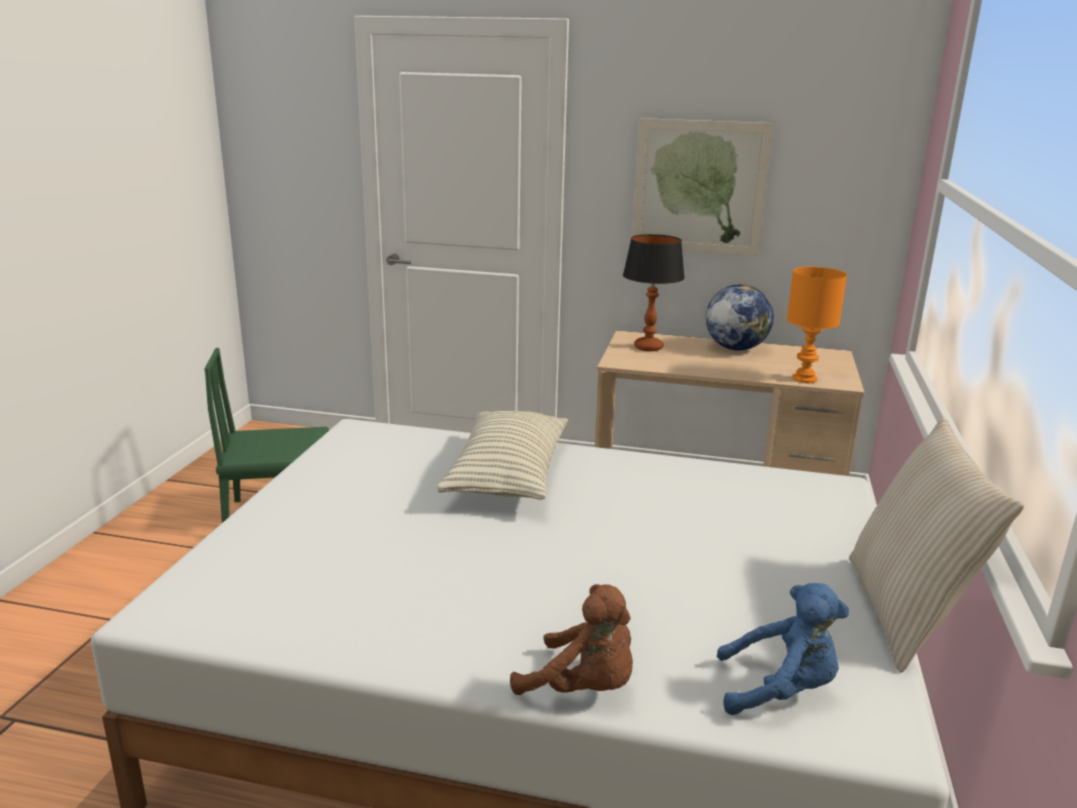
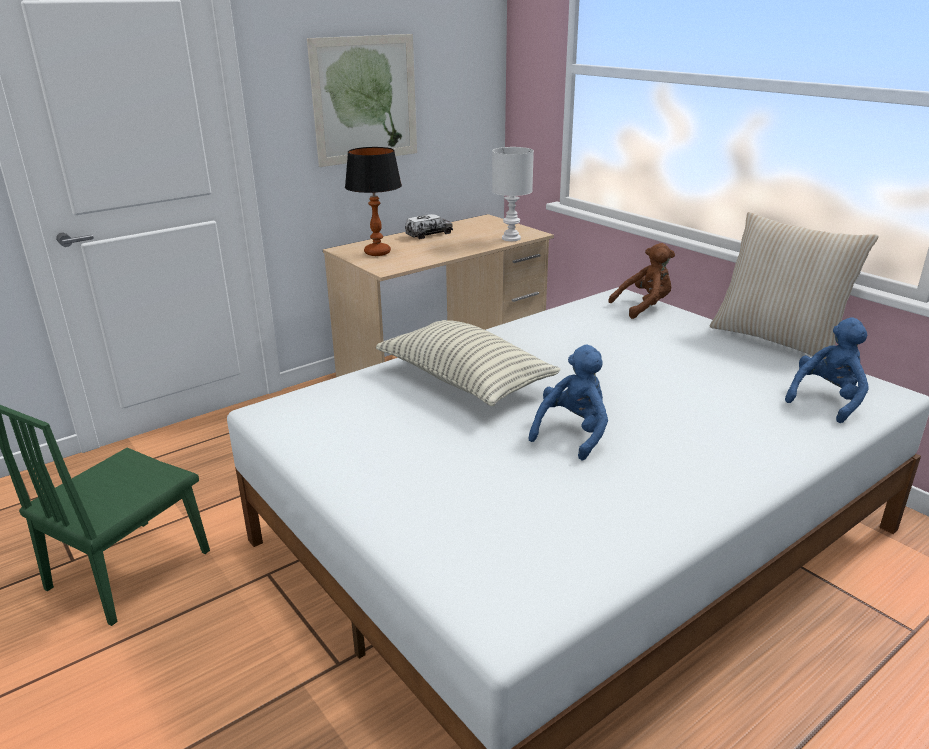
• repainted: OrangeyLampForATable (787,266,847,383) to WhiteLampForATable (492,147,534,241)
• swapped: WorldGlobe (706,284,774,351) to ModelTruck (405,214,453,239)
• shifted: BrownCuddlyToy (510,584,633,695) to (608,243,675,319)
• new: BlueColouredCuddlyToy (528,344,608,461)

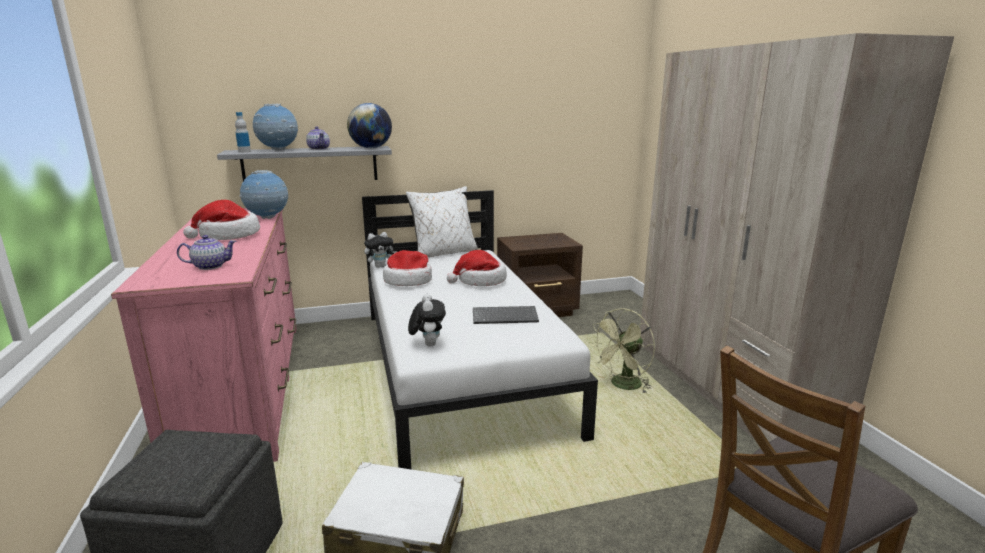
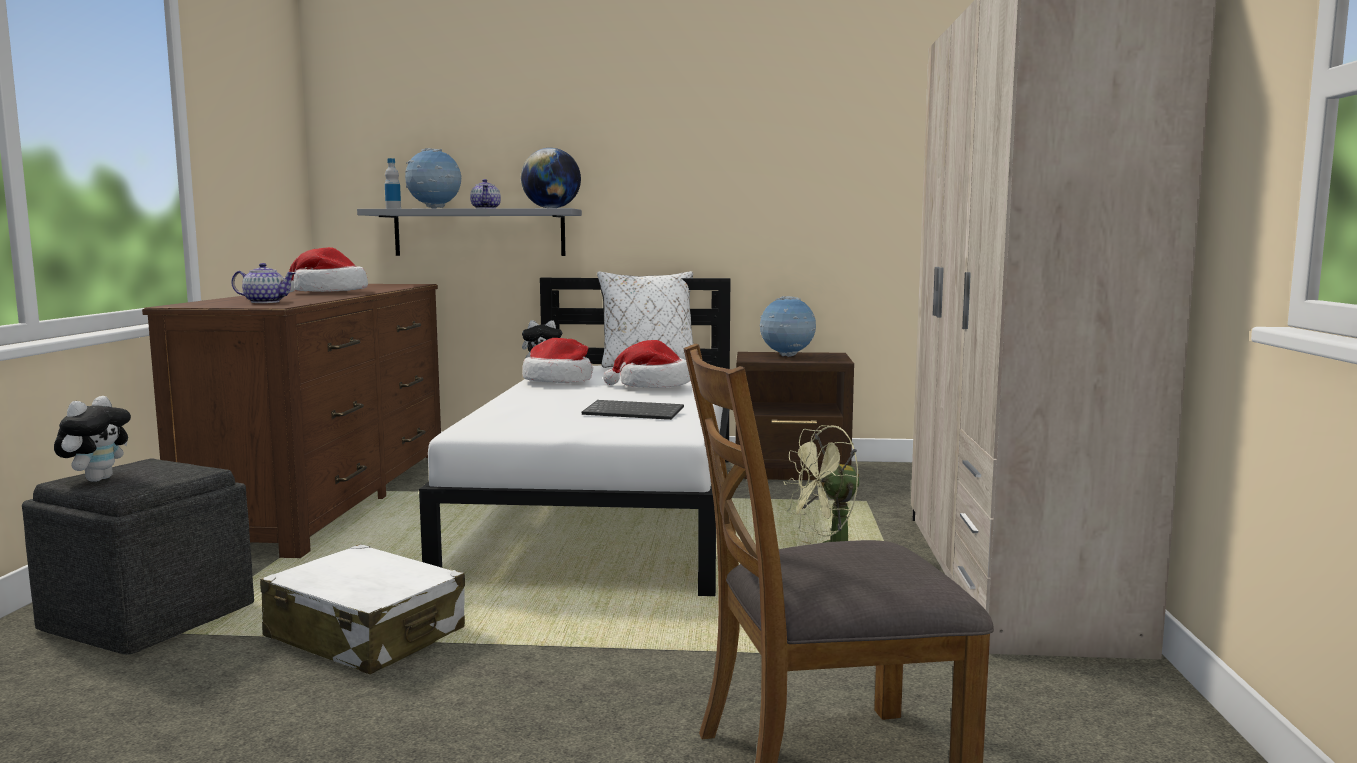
• shifted: WorldGlobe (240,170,288,219) to (760,296,816,357)
• repainted: PinkColouredChestOfDrawers (111,208,296,462) to BrownChestOfDrawers (142,284,441,558)
• shifted: CuddlyToy (408,294,446,346) to (54,396,131,482)

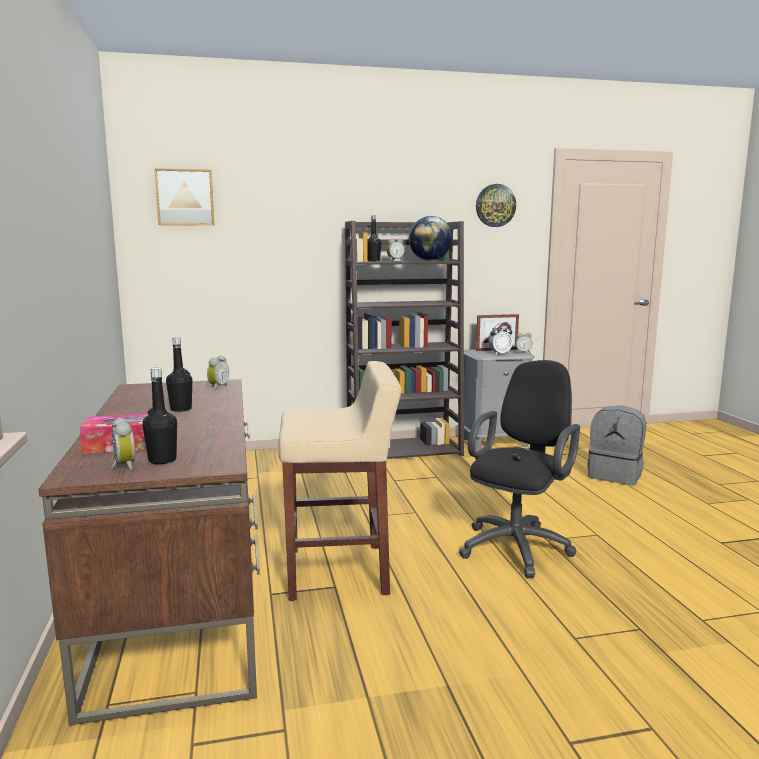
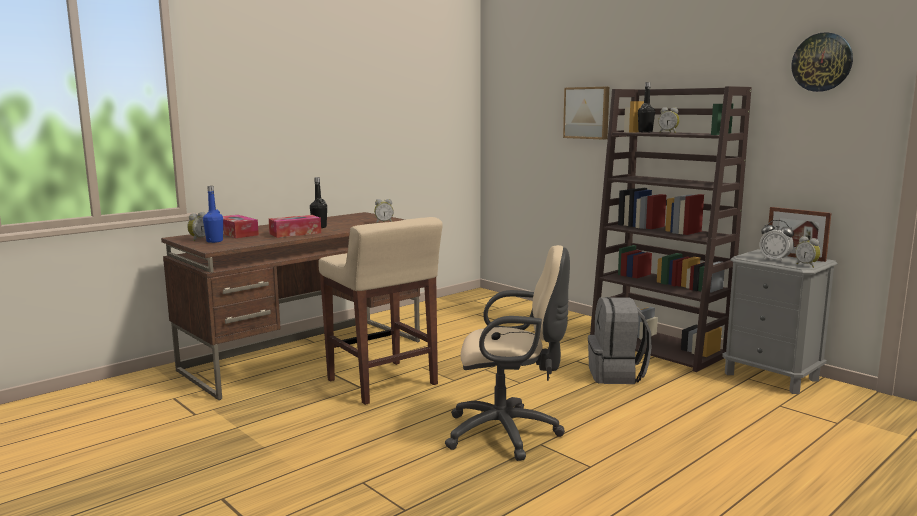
• shifted: Picture (154,168,214,225) to (563,87,609,140)
• gone: WorldGlobe (409,216,453,261)
• repainted: BlackComputerChair (459,360,580,578) to BeigeColouredComputerChair (445,245,570,461)
• repainted: BlackBeverageBottle (143,367,177,464) to BlueColouredBeverageBottle (203,186,223,243)
• shifted: GreyBackpack (587,406,646,485) to (588,297,652,384)
• new: BoxOfTissues (269,215,321,238)

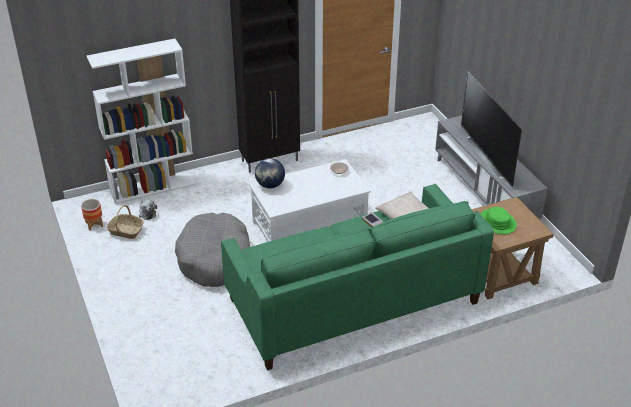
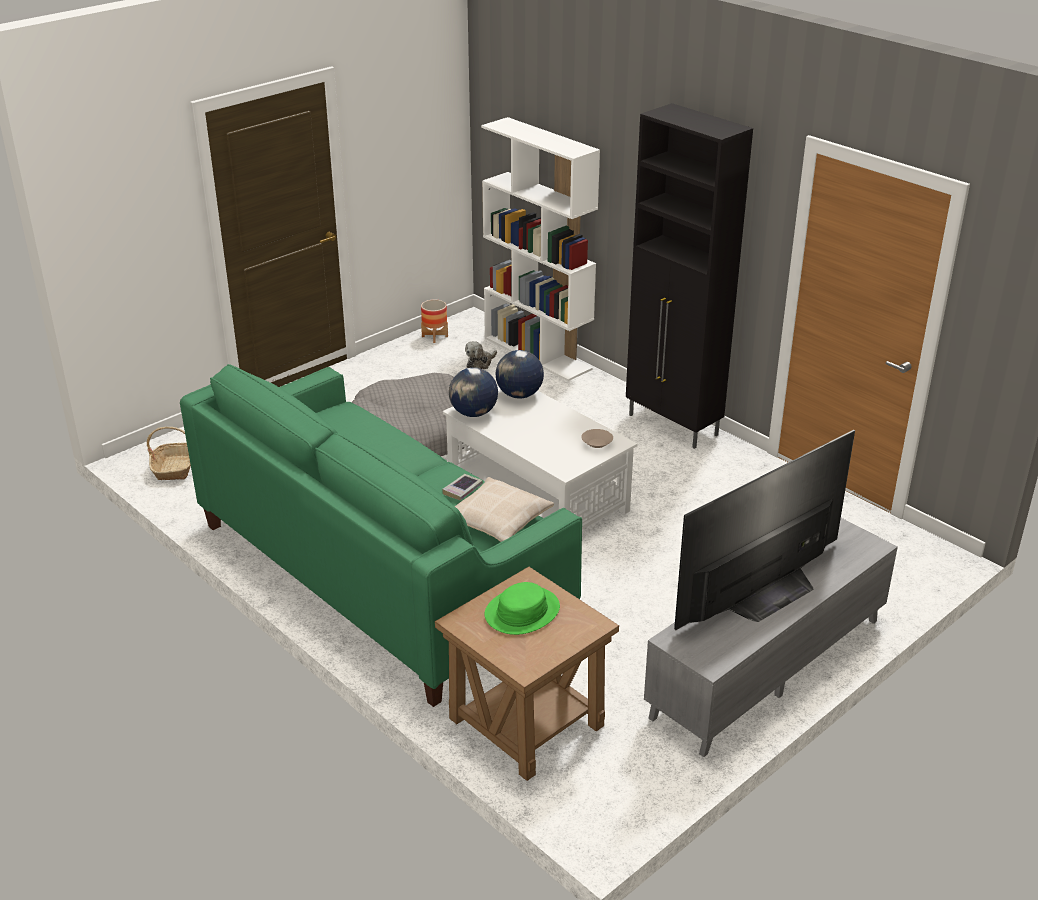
• shifted: HouseholdBasket (107,205,143,239) to (147,427,191,480)
• new: WorldGlobe (449,368,498,417)

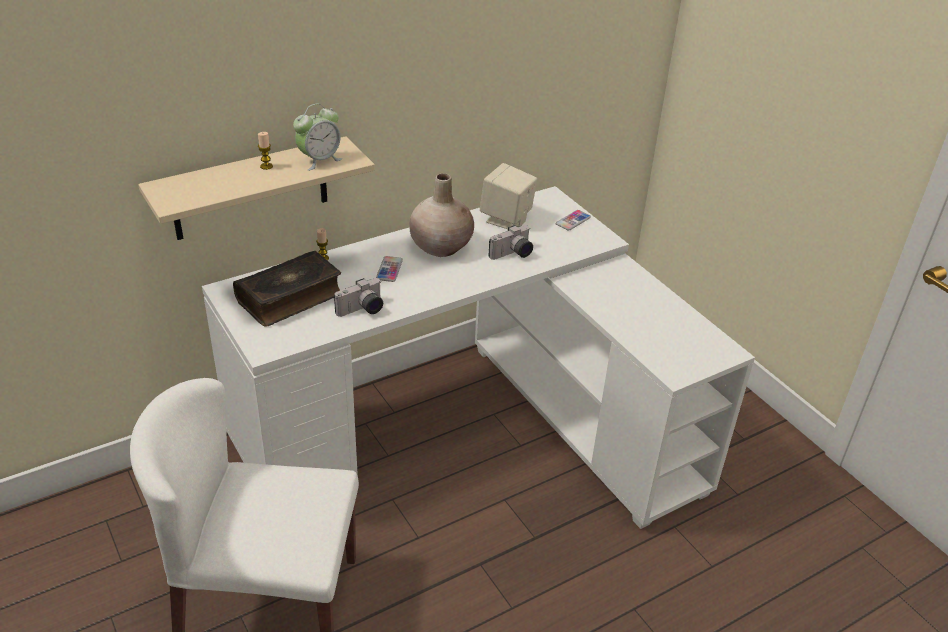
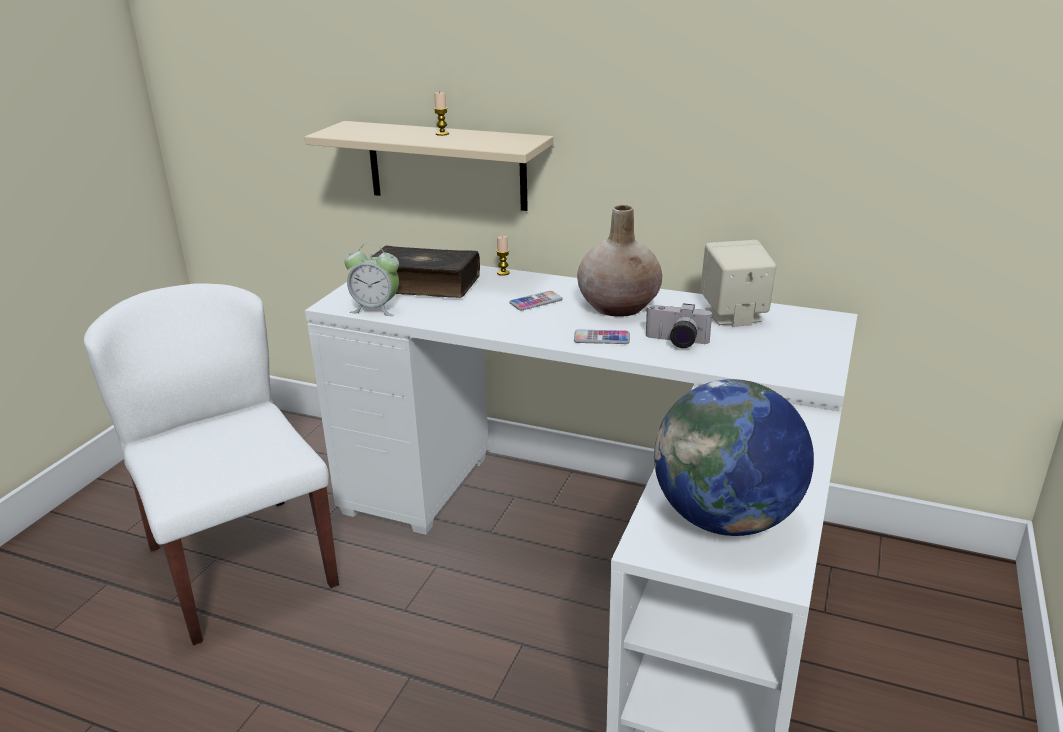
• shifted: BedsideClock (293,103,342,171) to (345,243,399,316)
• shifted: Phone (556,210,591,231) to (574,329,630,344)
• gone: PhotoCamera (334,278,383,317)
• new: WorldGlobe (654,379,814,536)

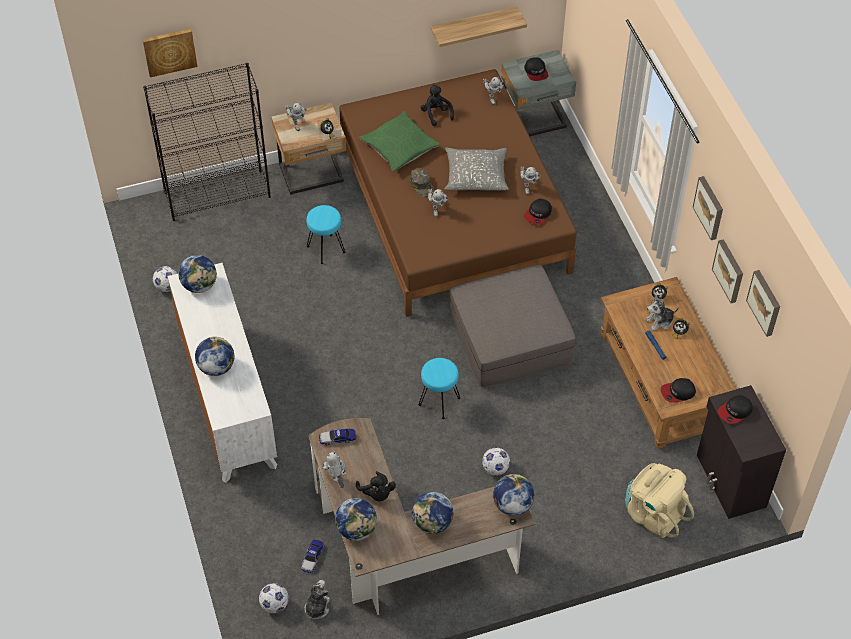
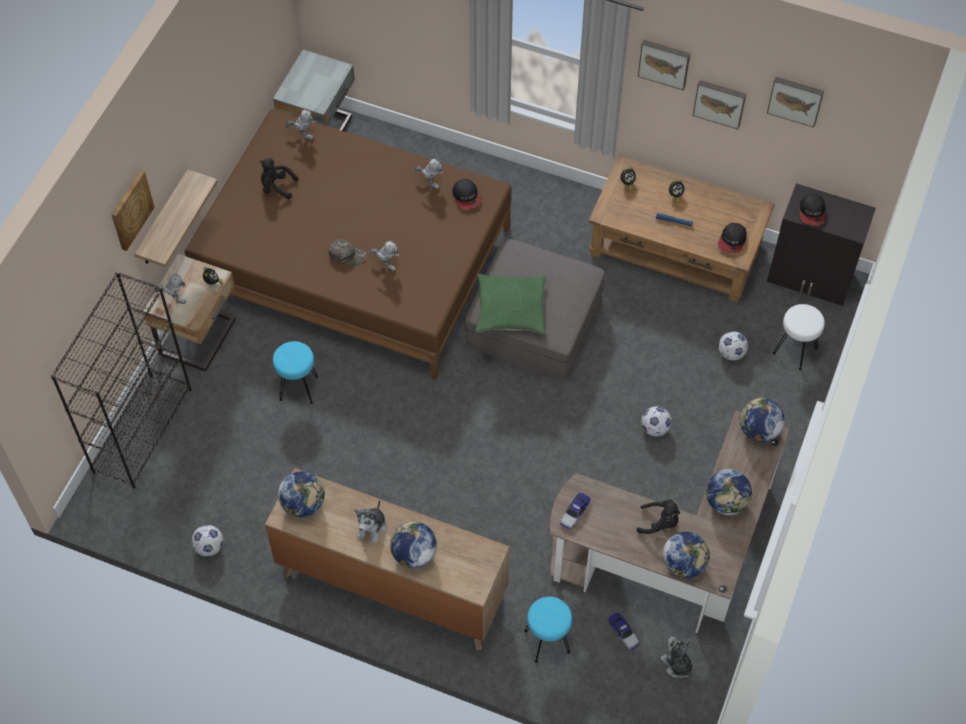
• shifted: WallShelf (431,7,527,47) to (134,169,218,267)
• shifted: Picture (142,29,198,77) to (111,170,155,251)
• gone: PeakedCap (524,57,548,81)
• shifted: GreenColouredThrowPillow (359,111,440,172) to (475,274,546,334)
• gone: GreyThrowPillow (445,147,509,191)
• repainted: WhiteChestOfDrawers (168,263,277,483) to BrownChestOfDrawers (265,468,509,650)
• shifted: CuddlyToy (645,295,679,331) to (354,499,387,544)
• shifted: BlueGreenSittingStool (419,358,460,419) to (524,597,572,662)
• gone: ModelRobot (322,451,346,488)
• swapped: BeigeColouredBackpack (625,463,694,538) to WhiteSittingStool (773,304,825,370)
• shifted: FootballBall (259,583,289,613) to (718,331,748,361)

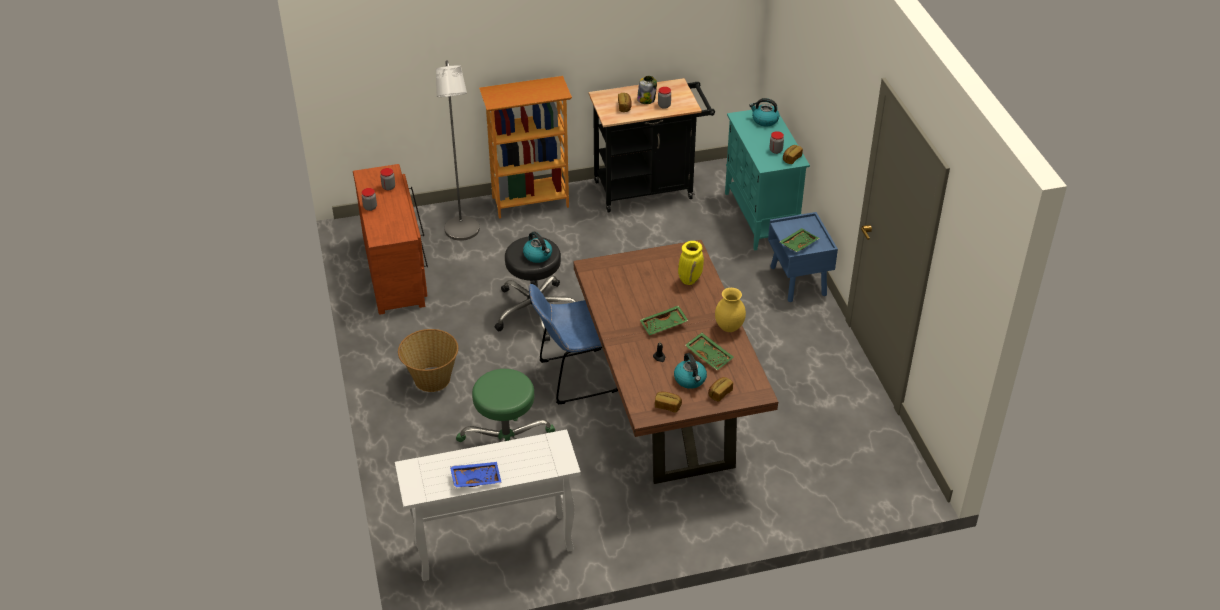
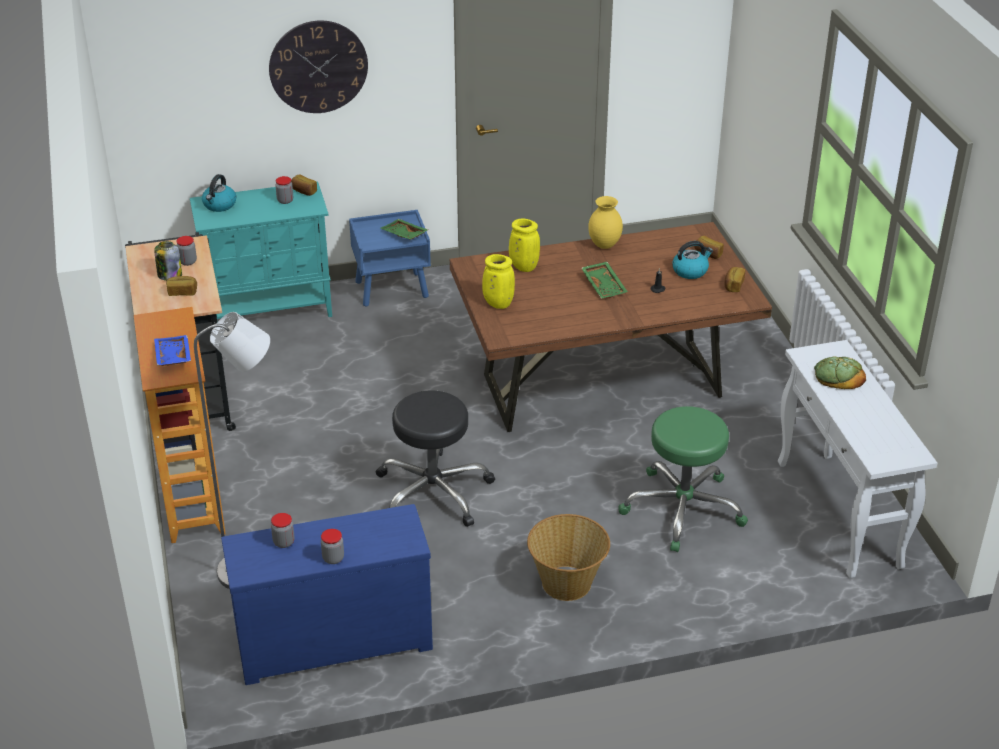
• repainted: BrownChestOfDrawers (353,164,428,315) to BlueColouredChestOfDrawers (221,504,433,685)
• gone: WaterKettle (523,232,552,263)
• gone: BlueColouredChair (529,284,618,405)
• gone: GreenColouredServingTray (685,333,734,370)
• shifted: BlueColouredServingTray (450,462,502,487) to (154,335,191,366)
• new: ClockOnTheWall (269,21,368,113)
• new: YellowColouredFlowerVase (482,254,515,309)
• new: BakeryBread (814,356,866,389)

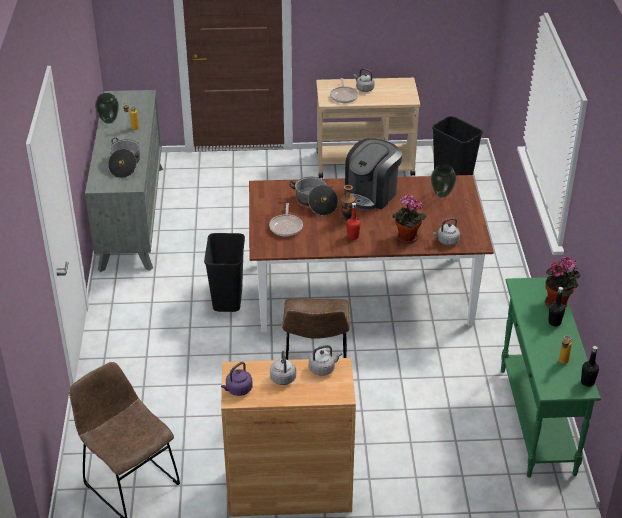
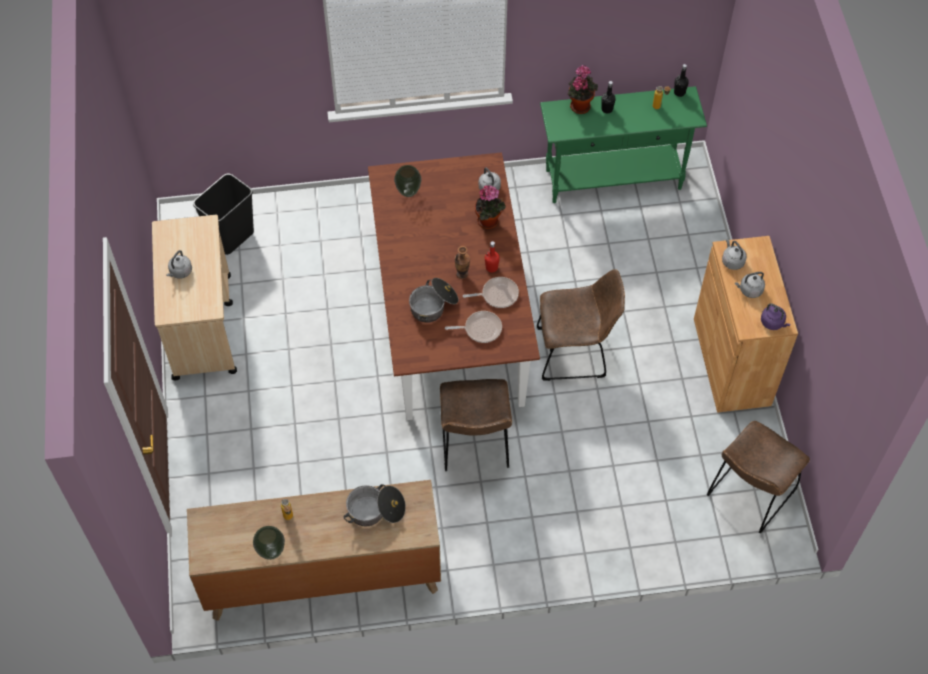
• shifted: FryingPan (330,78,359,103) to (463,277,519,308)
• repainted: GreyChestOfDrawers (85,90,163,272) to BrownChestOfDrawers (187,480,441,621)
• gone: CoffeeBrewer (345,138,402,210)
• swapped: BlackWasteBin (204,233,245,312) to BrownChair (440,379,512,471)

